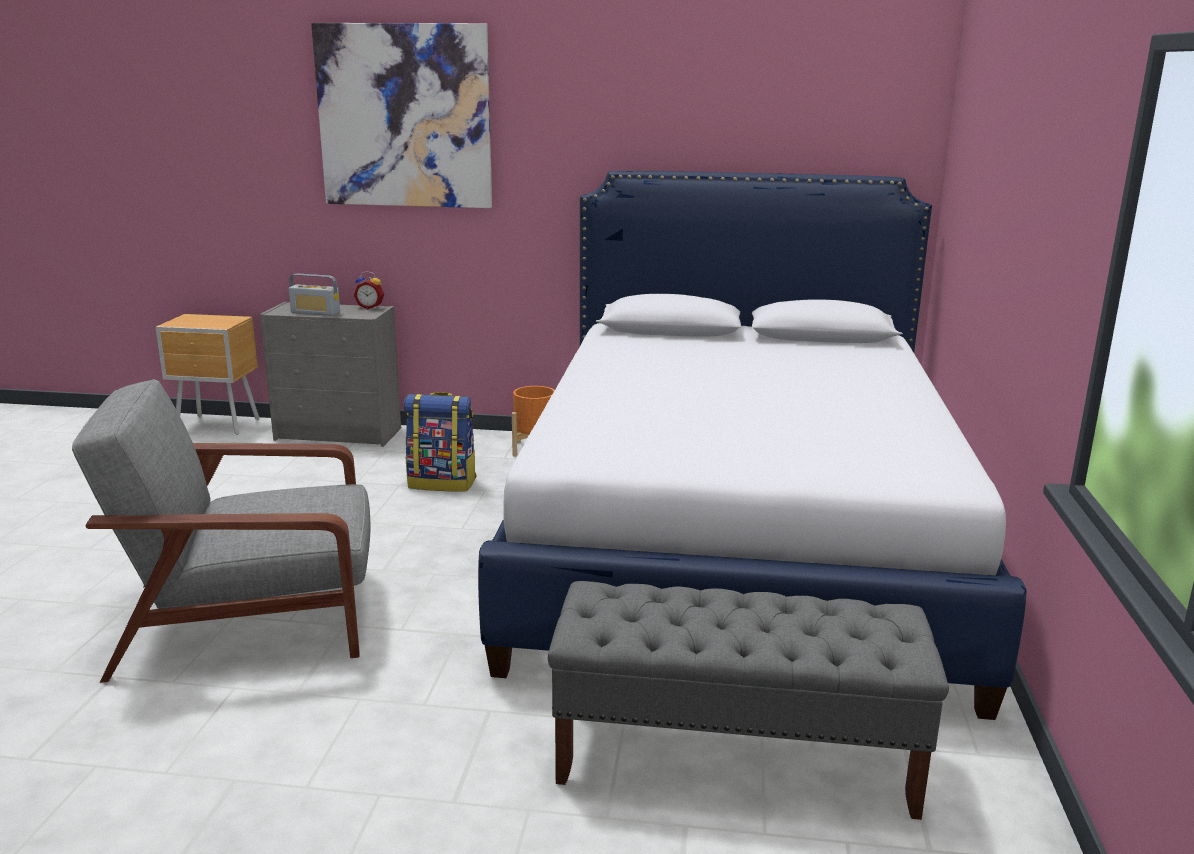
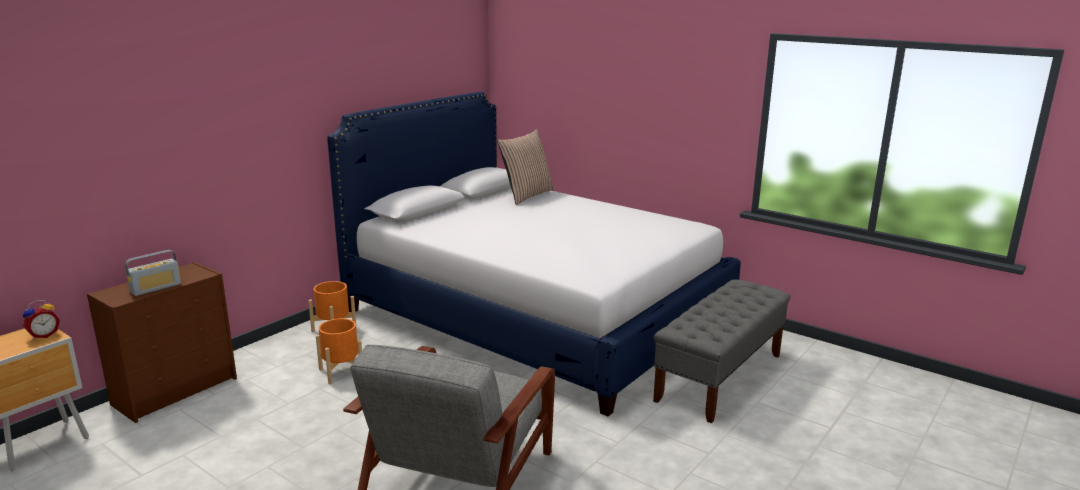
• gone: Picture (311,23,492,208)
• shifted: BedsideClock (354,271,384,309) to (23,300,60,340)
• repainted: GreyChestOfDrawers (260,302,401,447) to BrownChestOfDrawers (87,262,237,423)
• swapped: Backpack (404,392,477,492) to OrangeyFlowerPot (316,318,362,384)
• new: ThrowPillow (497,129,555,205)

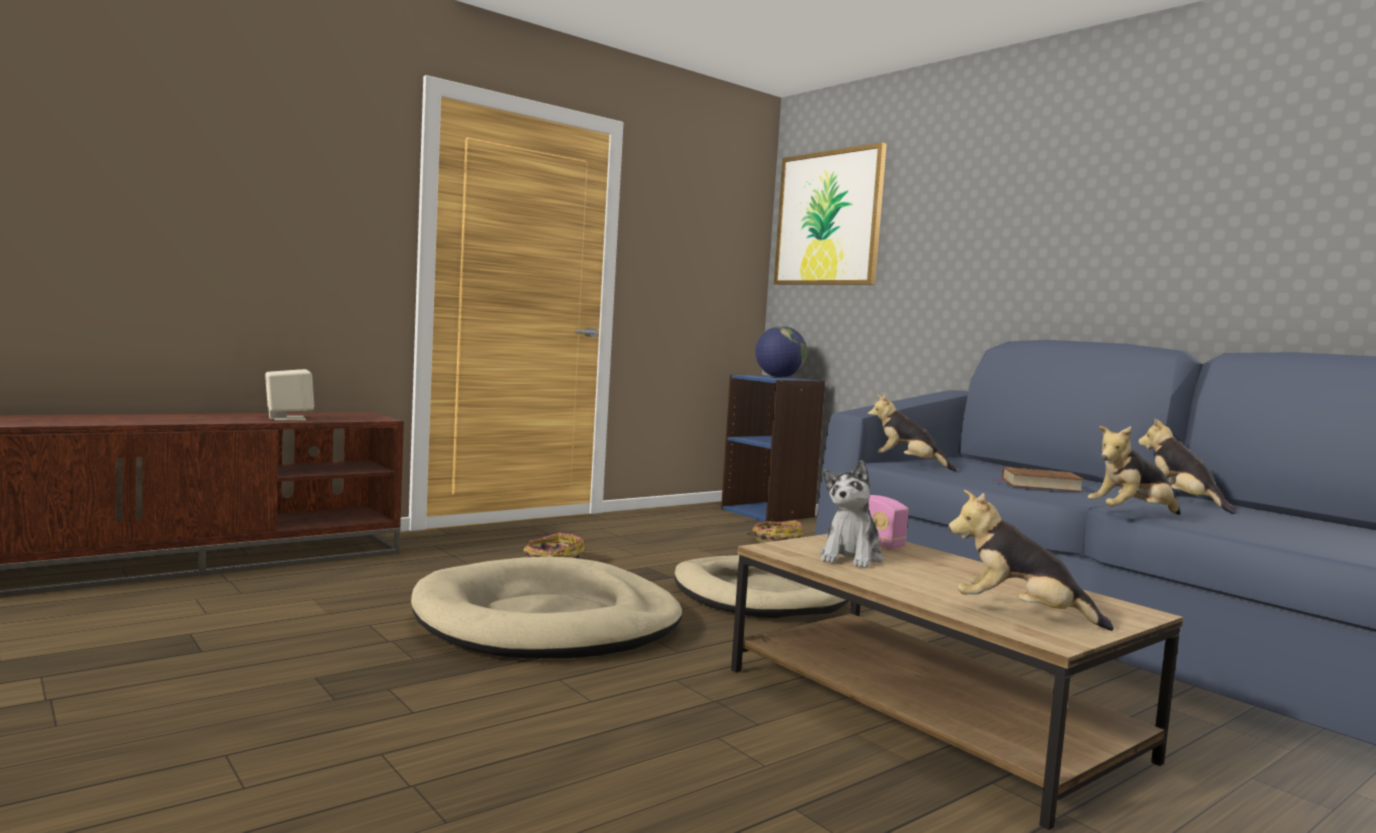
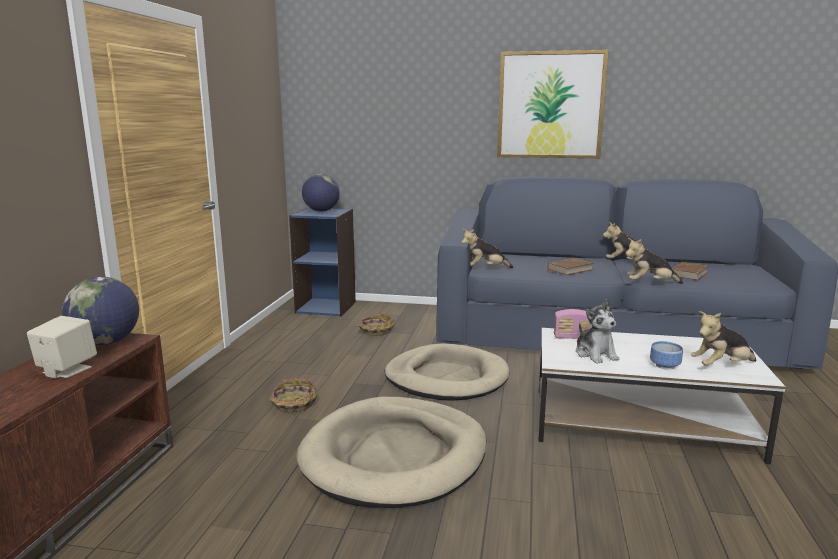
• shifted: Picture (774,143,887,285) to (497,50,609,158)
• rotated: CuddlyToy (1088,426,1181,515) = (625,238,683,284) 60 degrees clockwise
• repainted: BrownLoungeTable (731,534,1183,830) to WhiteLoungeTable (539,328,786,464)
• new: BrownVolume (672,262,709,281)
• new: WorldGlobe (62,277,139,345)
• new: Bowl (650,341,683,370)

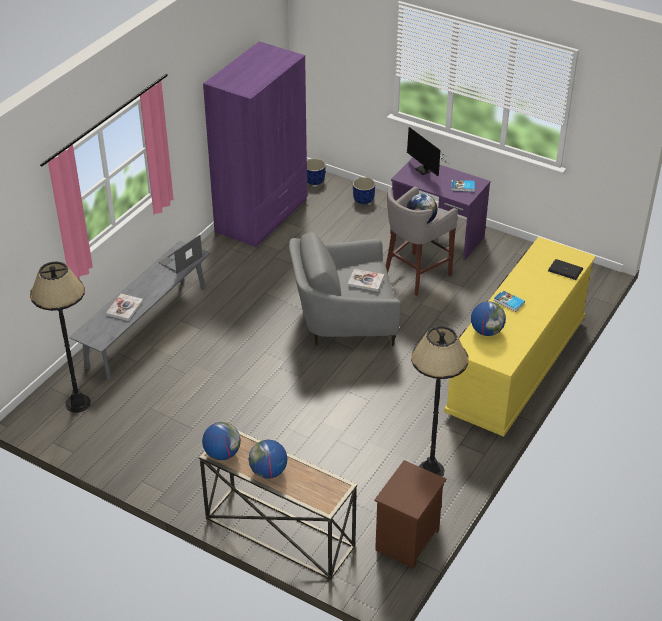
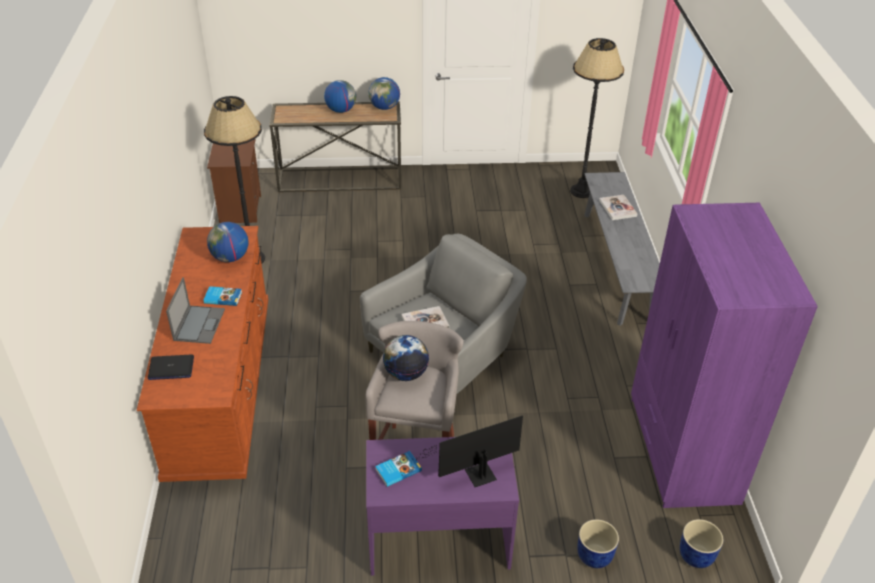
• rotated: Monitor (407,127,448,176) = (411,415,523,487) 45 degrees counterclockwise
• shifted: PortableComputer (158,235,202,273) to (166,277,225,344)
• repainted: YellowColouredChestOfDrawers (444,237,596,437) to BrownChestOfDrawers (137,226,268,482)

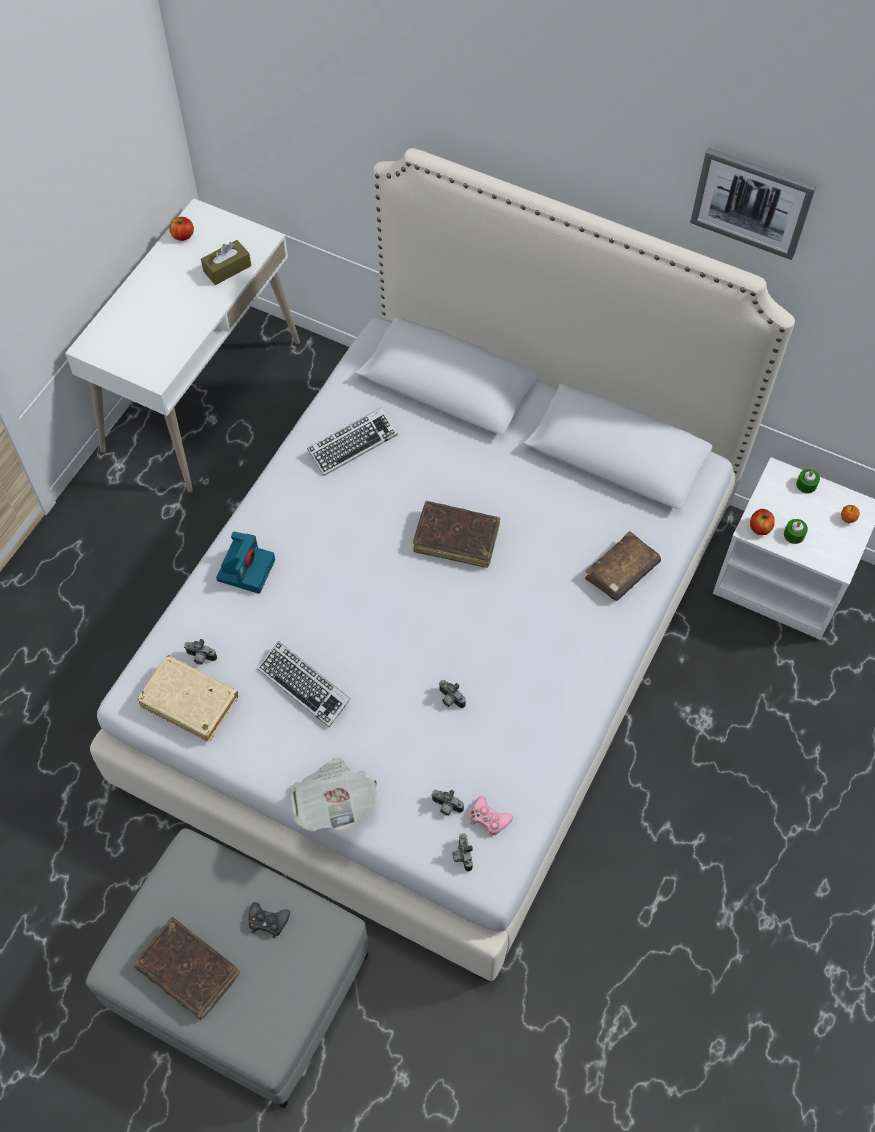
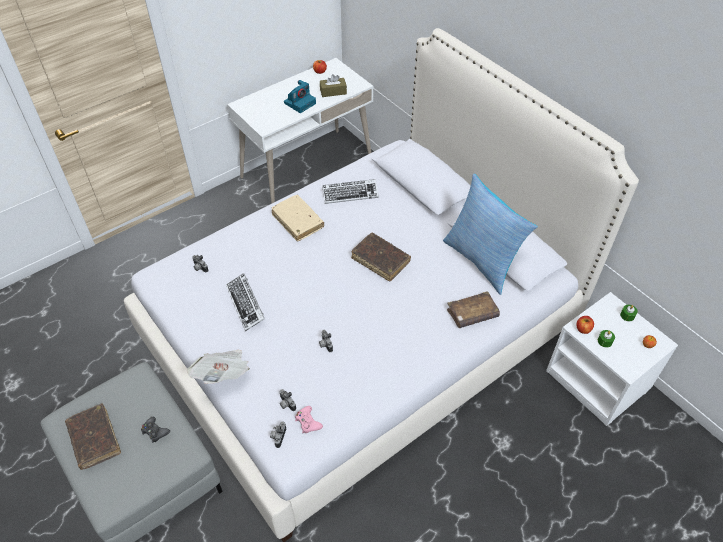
• gone: Picture (690,148,816,260)
• shifted: PhotoCamera (216,531,275,594) to (284,80,316,113)
• shifted: BeigeColouredVolume (138,655,238,742) to (272,195,324,242)
• new: ThrowPillow (443,173,538,295)

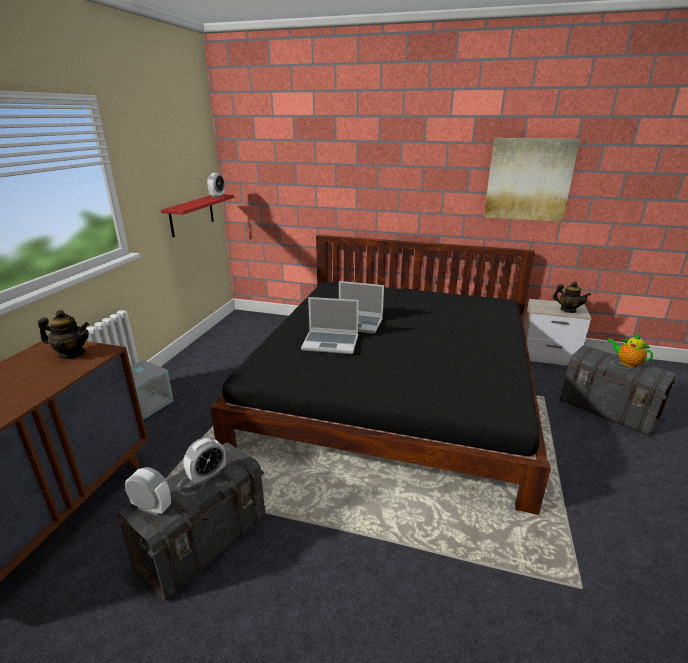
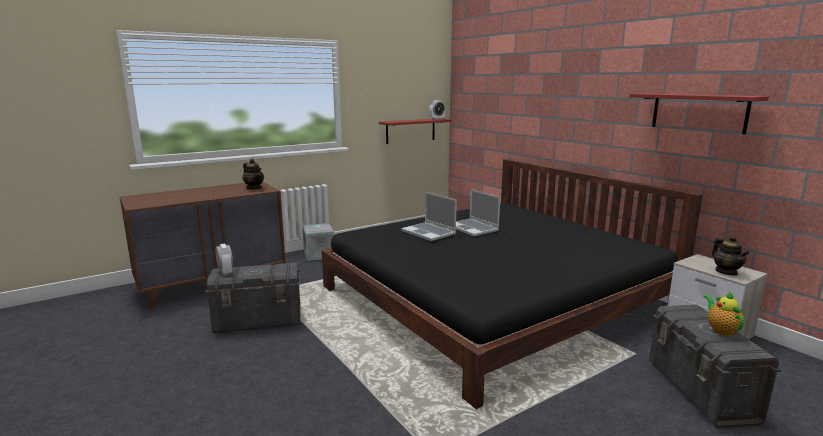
• swapped: Picture (484,138,580,222) to ReddishWallShelf (629,93,769,134)
• gone: BedsideClock (183,438,226,484)

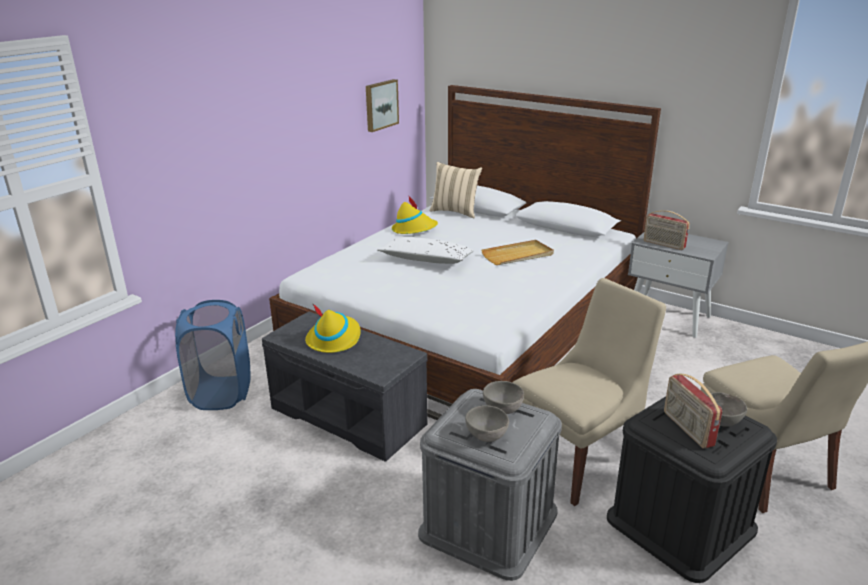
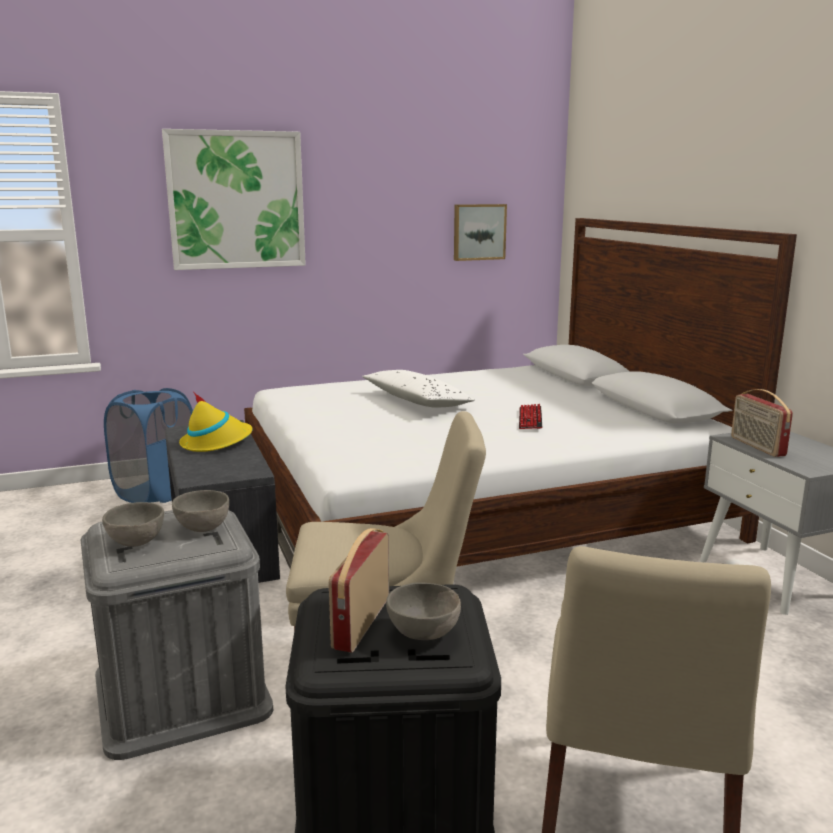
• gone: BeigeColouredThrowPillow (429,162,482,218)
• gone: YellowColouredWearableHat (392,195,438,234)
• swapped: BeigeColouredServingTray (481,240,554,265) to Keyboard (519,404,542,429)
• new: Picture (162,129,306,270)

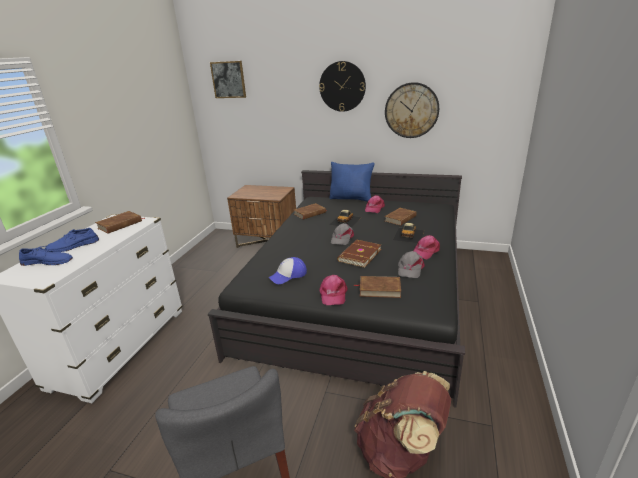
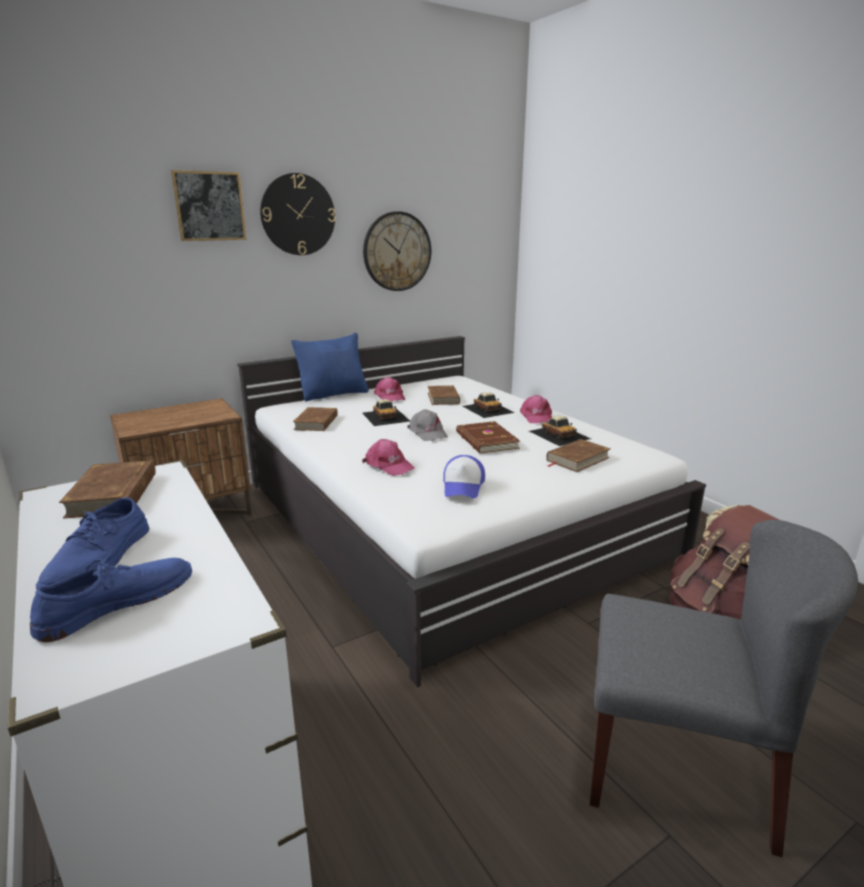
• shifted: Picture (210,61,246,98) to (171,170,247,241)
• repainted: BlackSleepingBed (208,170,465,408) to WhiteSleepingBed (237,336,706,688)
• swapped: GreyPeakedCap (398,251,425,278) to ModelCar (529,416,591,446)
• shifted: PinkColouredPeakedCap (319,275,348,305) to (362,439,415,476)

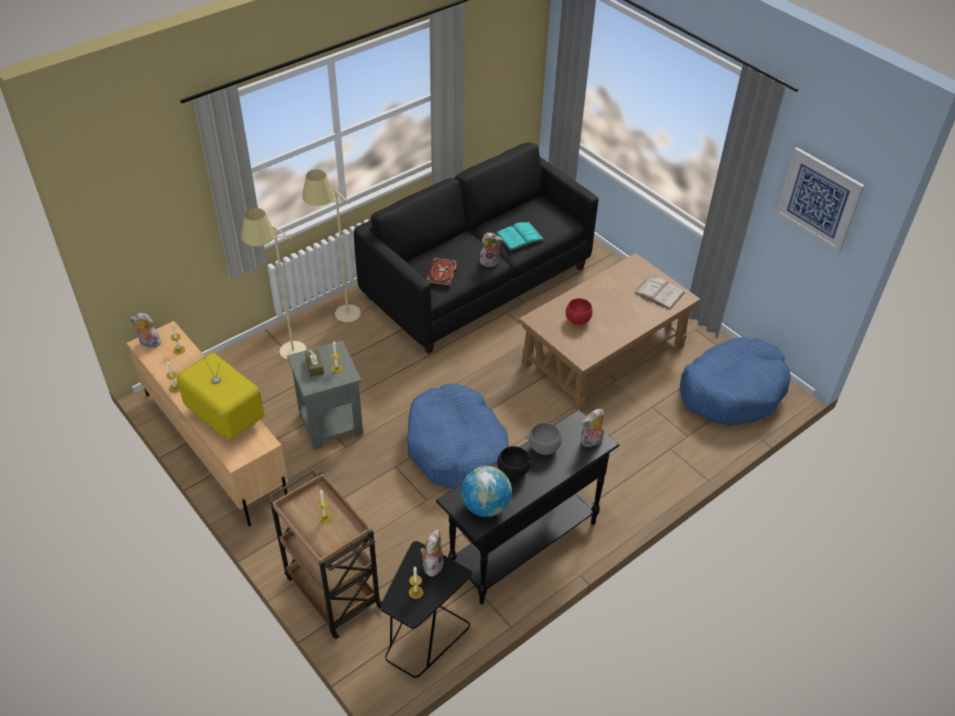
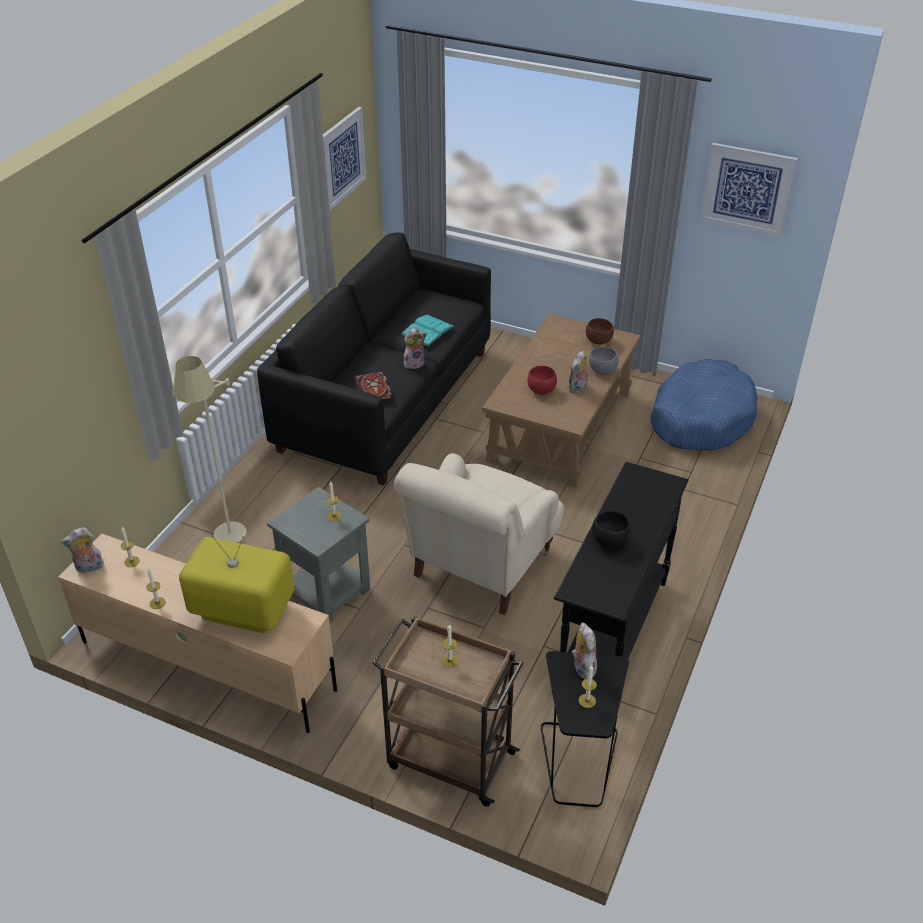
• gone: BeigeColouredStandardLamp (302,169,361,322)
• swapped: WhiteVolume (634,276,685,310) to BrownBowl (586,318,614,344)
• gone: BrownBoxOfTissues (305,349,324,377)
• swapped: BlueColouredDogBed (407,384,509,489) to BeigeColouredArmchair (394,453,564,615)
• shifted: CuddlyToy (581,409,605,447) to (568,351,589,394)
• shifted: GreyBowl (529,423,562,455) to (589,346,618,375)
• gone: WorldGlobe (461,466,512,517)
• new: Picture (323,107,366,211)

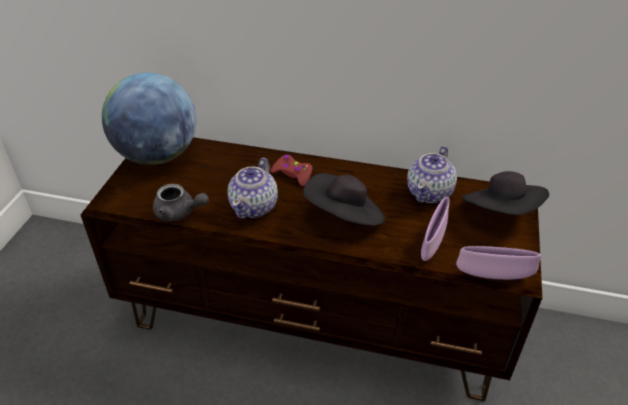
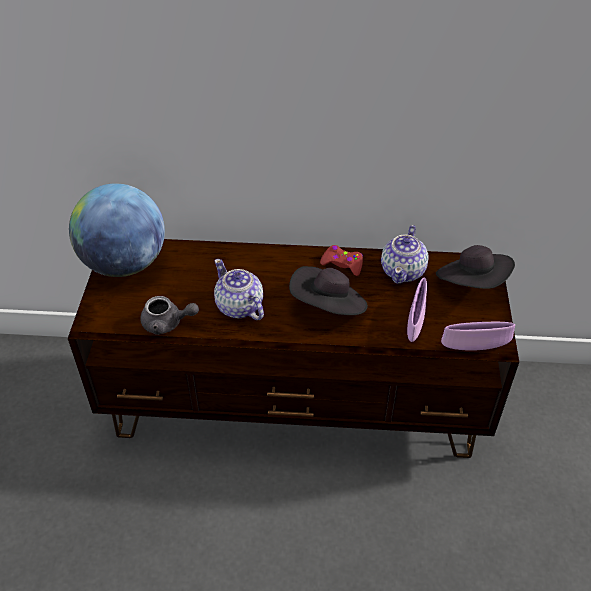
• shifted: ReddishGameController (271,155,313,187) to (320,245,363,276)
• rotated: TeaPot (228,158,278,219) = (214,259,264,321) 135 degrees clockwise

